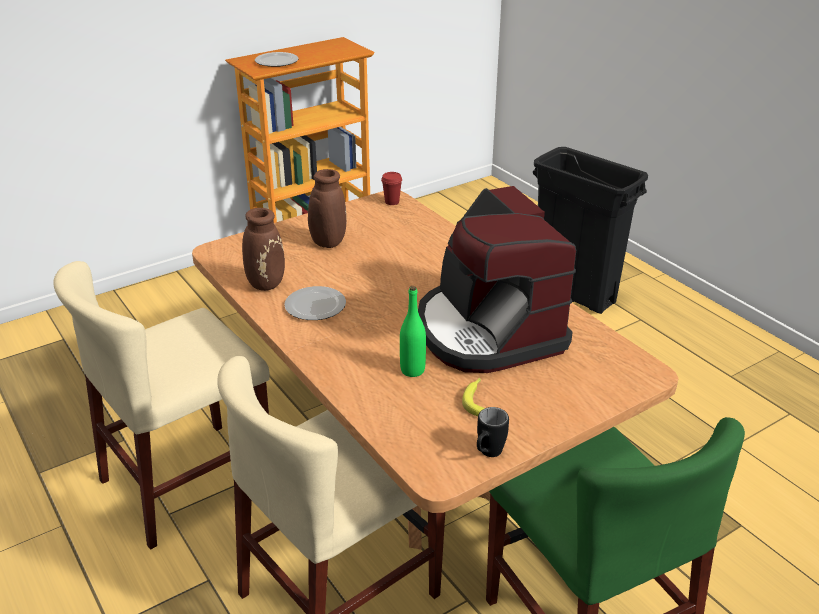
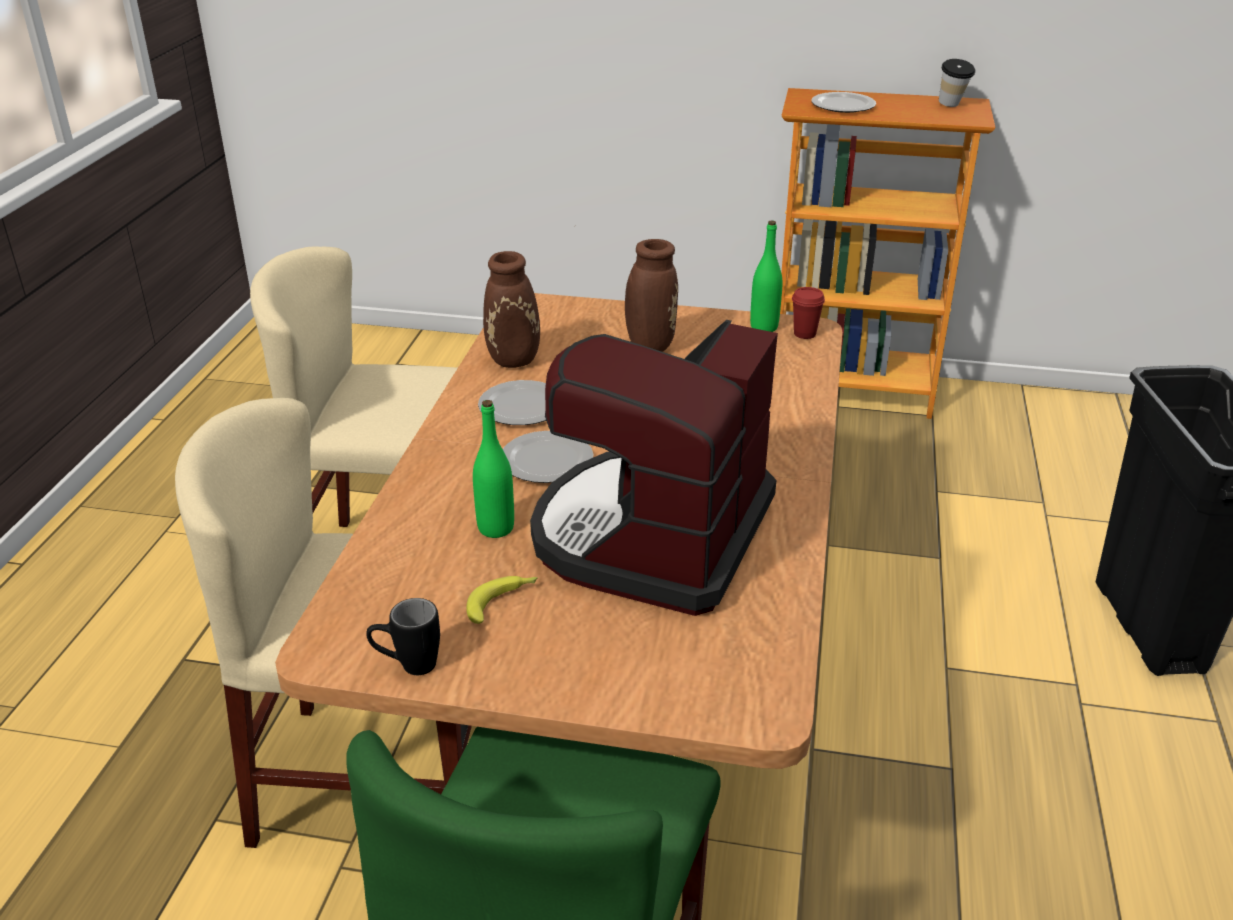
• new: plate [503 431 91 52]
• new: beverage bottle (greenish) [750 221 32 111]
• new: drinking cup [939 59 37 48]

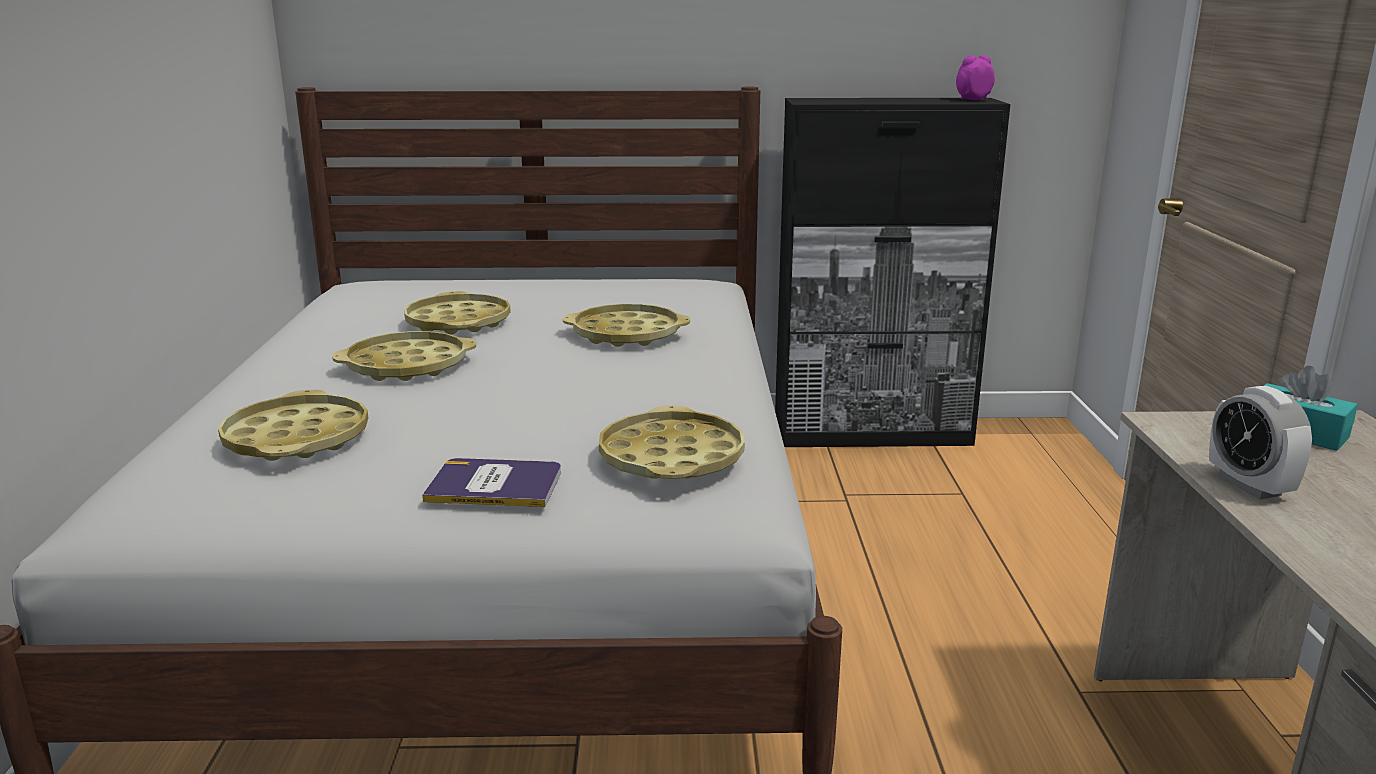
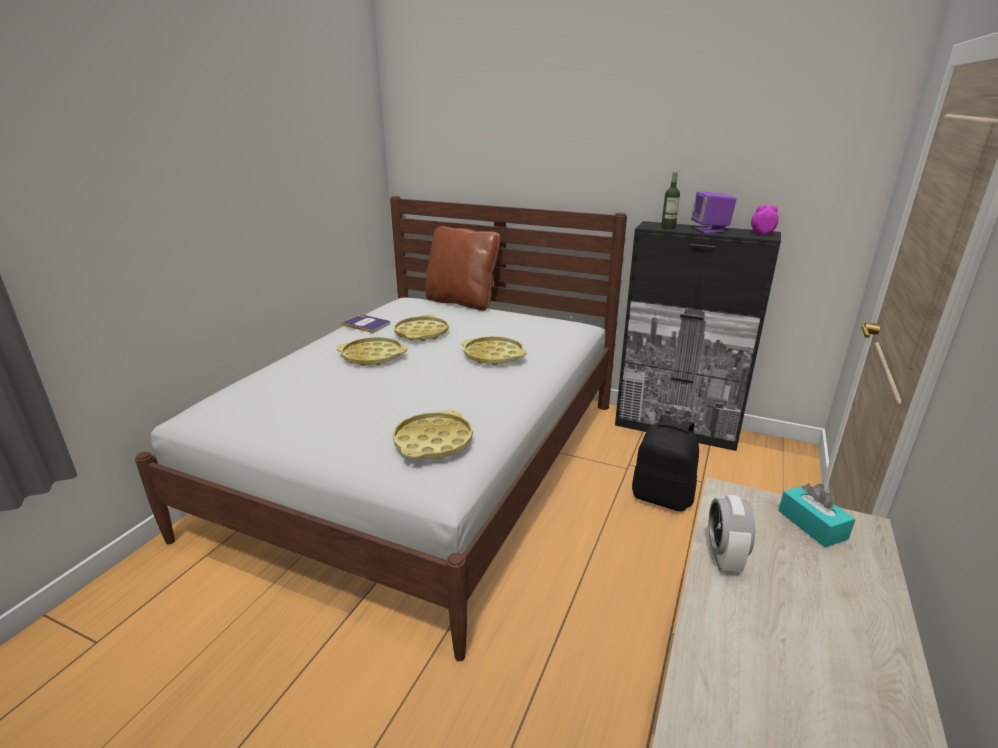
• shifted: book [422 458 139 49] to [341 315 49 18]
• new: throw pillow (brown-coloured) [426 226 74 85]
• new: rucksack (black-coloured) [632 415 67 96]
• new: beverage bottle [661 171 19 58]
• new: loudspeaker (purple) [691 191 45 42]
• gone: serving tray (yellowish) [218 390 150 71]

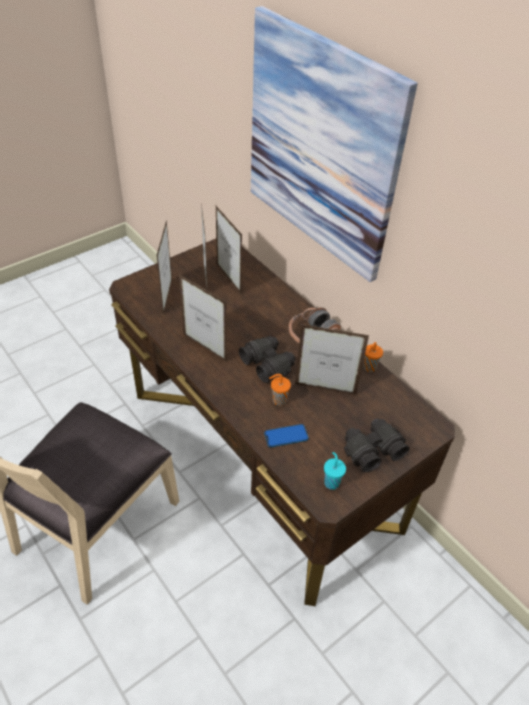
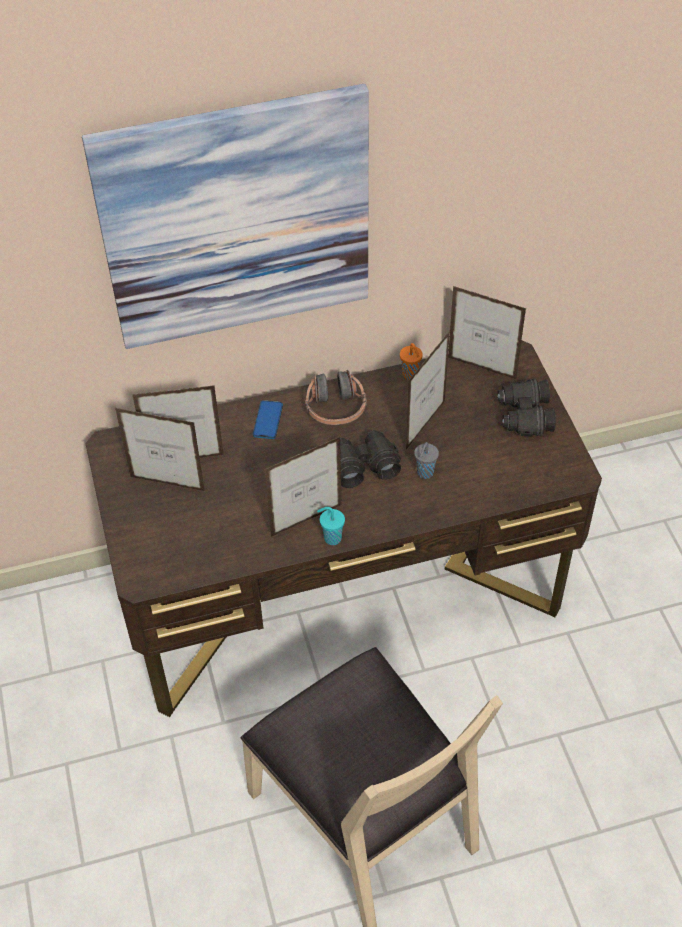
• shifted: handset [264 424 45 24] to [253 400 30 39]
• shifted: drinking cup (turquoise) [324 452 22 38] to [317 507 28 38]
• repainted: drinking cup (orange-coloured) [269 374 22 32] to drinking cup (gray) [414 442 25 37]
• shifted: photo frame [157 219 15 95] to [448 286 78 94]

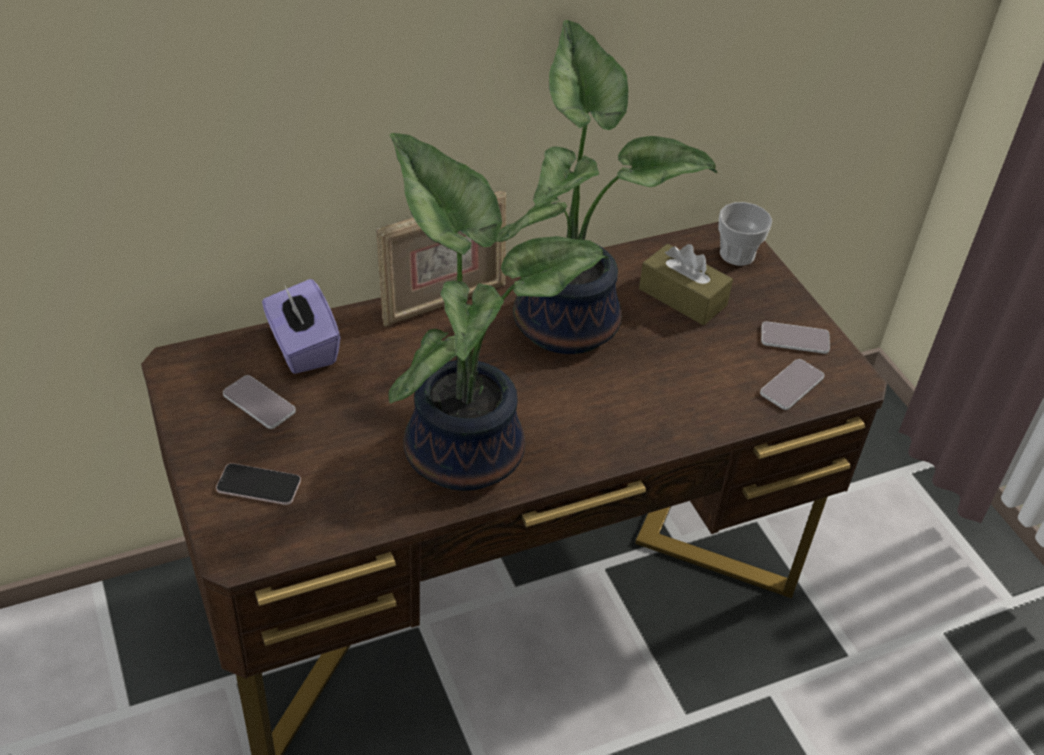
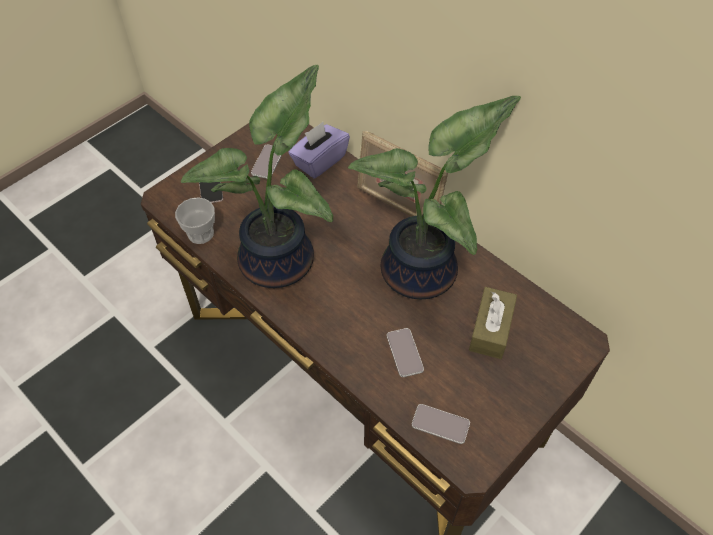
• shifted: drinking cup [718 202 54 64] to [175 197 40 47]
• shifted: handset [761 321 69 33] to [387 328 37 49]

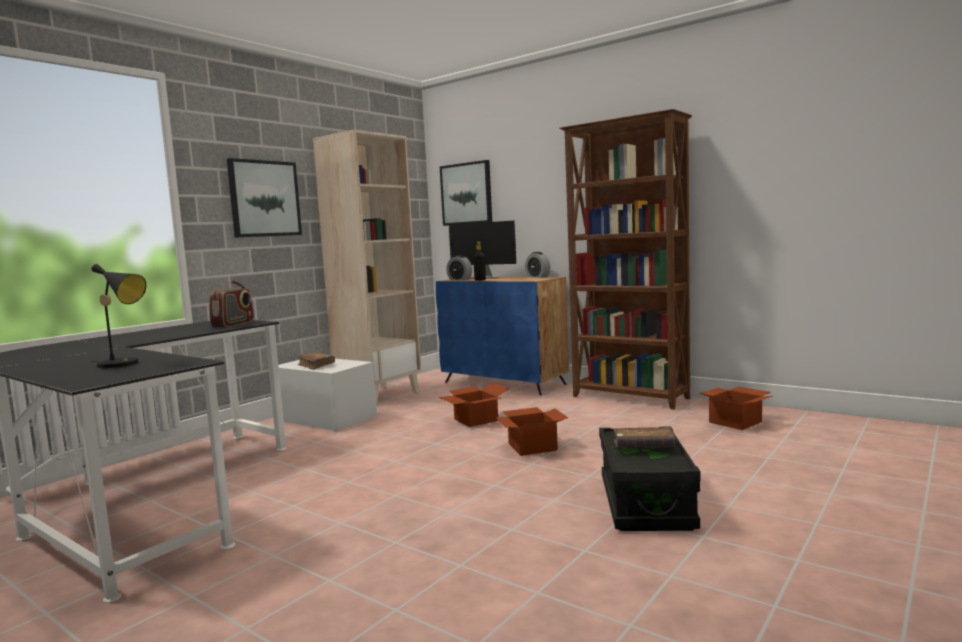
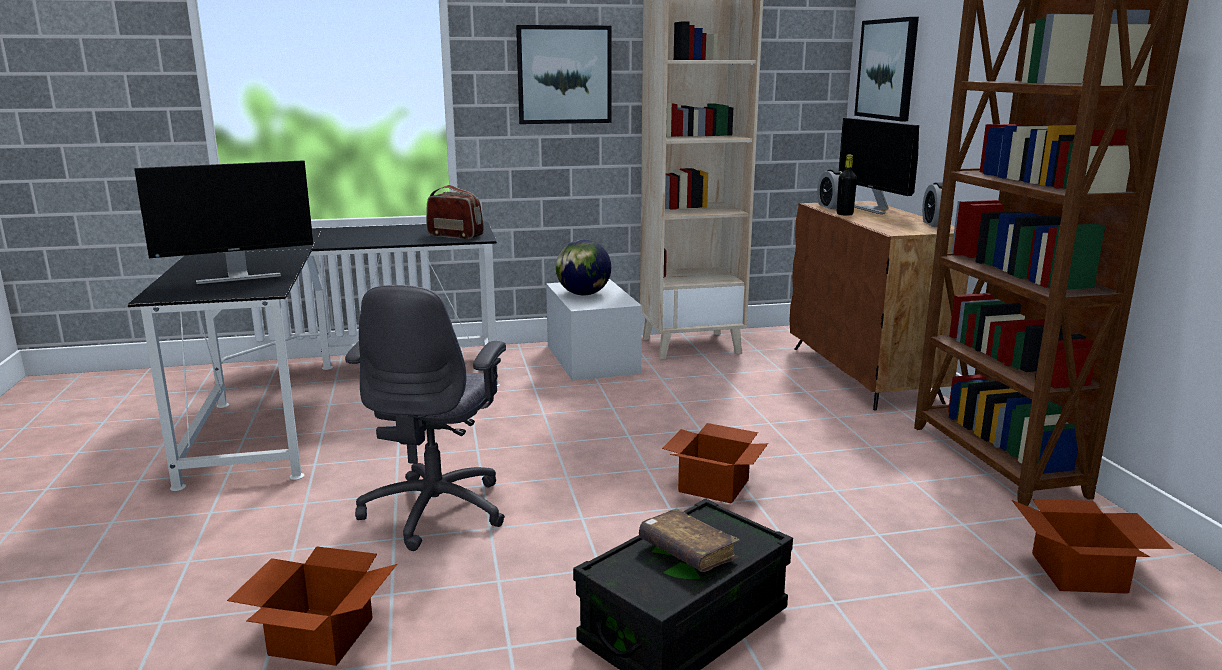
• swapped: tabletop lamp (black-coloured) [91 264 55 104] to monitor [134 160 180 125]
• shifted: carton [439 383 71 44] to [227 546 170 120]
• new: desk chair (gray) [345 285 161 266]
• rotated: radio receiver [209 281 45 46] = [426 185 58 54] 120 degrees counterclockwise
• swapped: book (brown-coloured) [297 352 38 18] to globe [556 240 55 55]
• repainted: cabinet (bluish) [436 277 133 118] to cabinet (brown-coloured) [790 201 179 210]

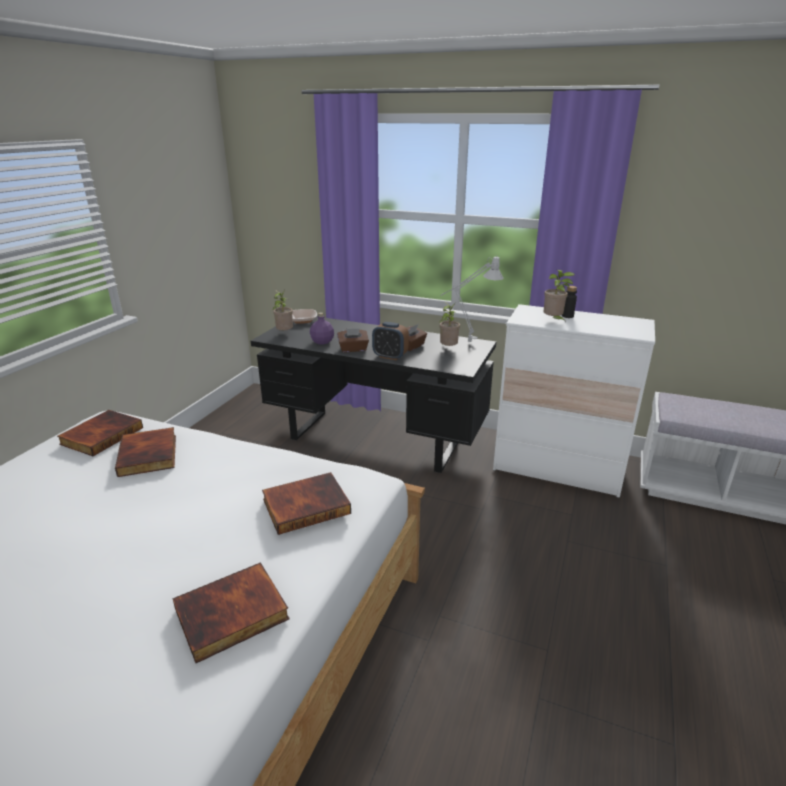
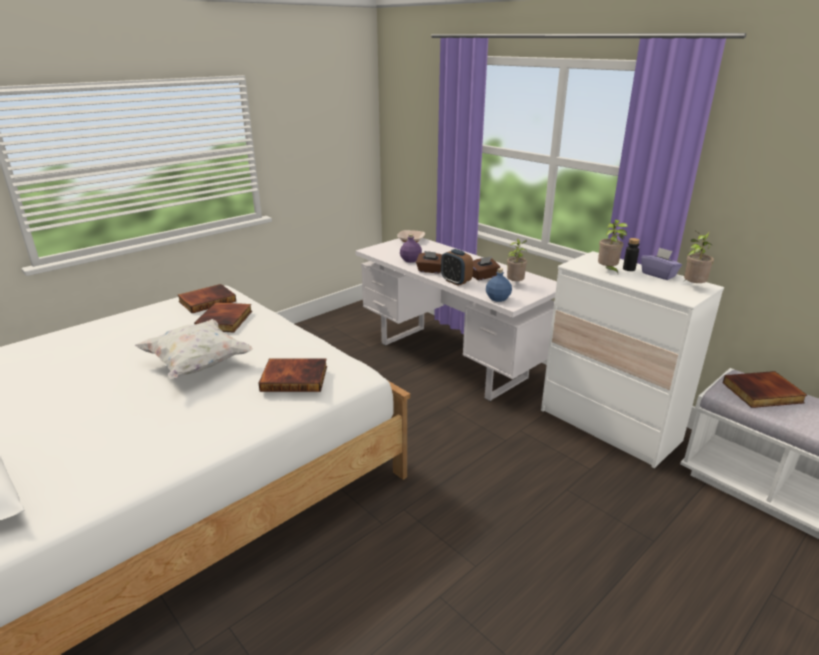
• new: throw pillow (white-coloured) [134 319 119 60]
• repainted: desk (black-coloured) [251 317 245 156] to desk (white-coloured) [356 238 201 163]
• new: beverage bottle (bluish) [486 268 26 34]
• new: box of tissues (purple) [641 247 41 33]
• shifted: potted plant [273 290 20 41] to [683 231 31 52]
• shifted: book [173 562 117 101] to [723 371 84 37]
• gone: tabletop lamp (gray) [440 256 63 86]

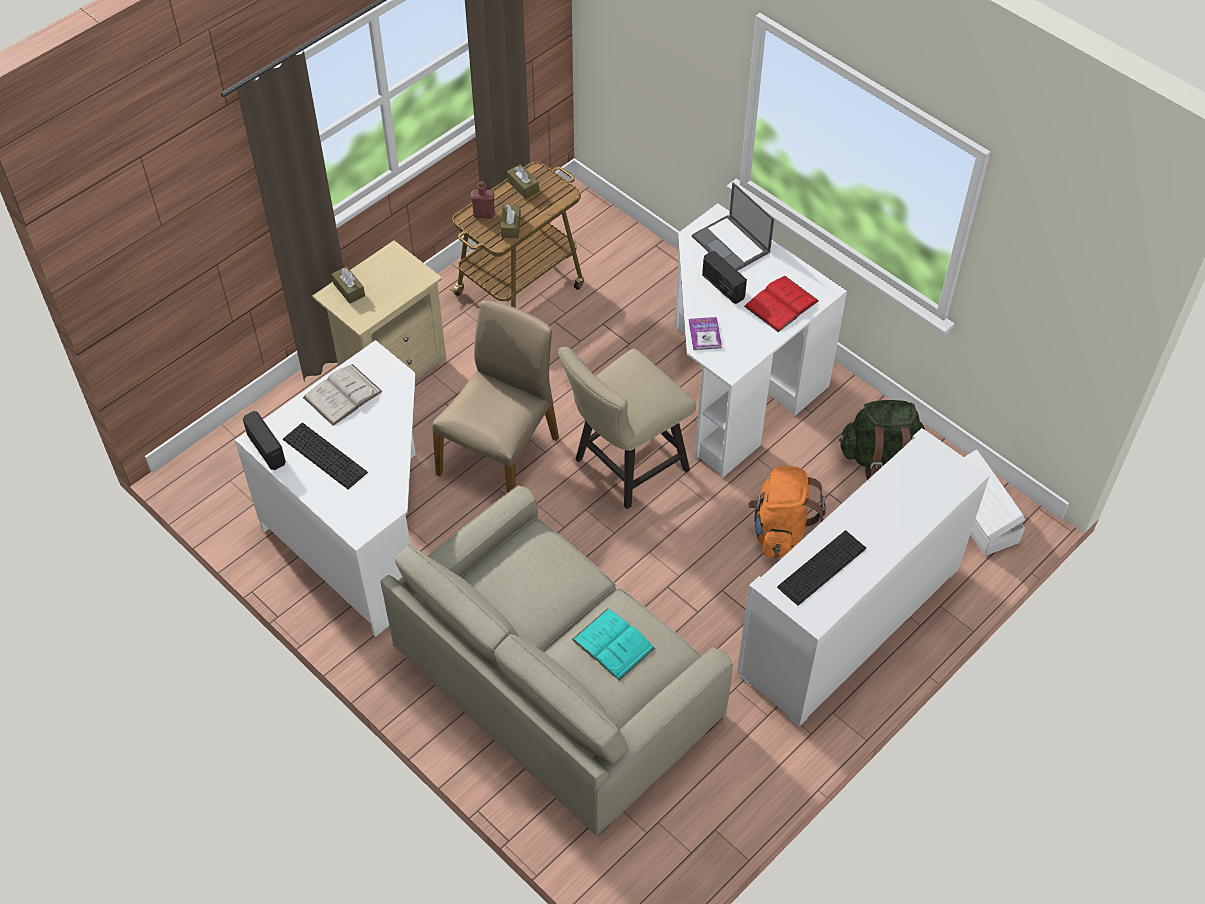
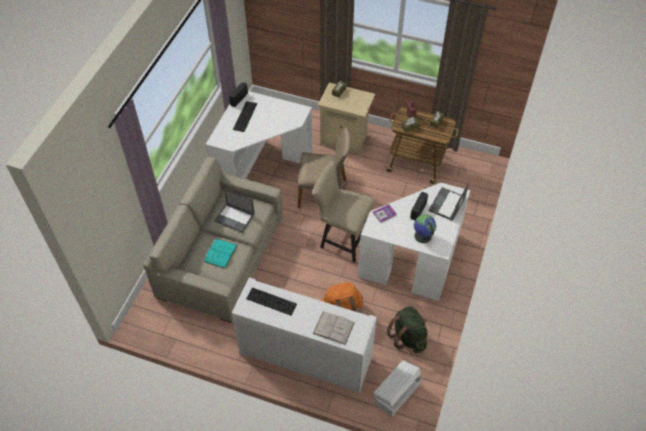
• new: notebook computer [214 189 41 44]
• shifted: book (white-coloured) [303 364 80 62] to [313 312 42 33]
• swapped: book (red) [744 276 75 56] to globe [414 214 22 29]

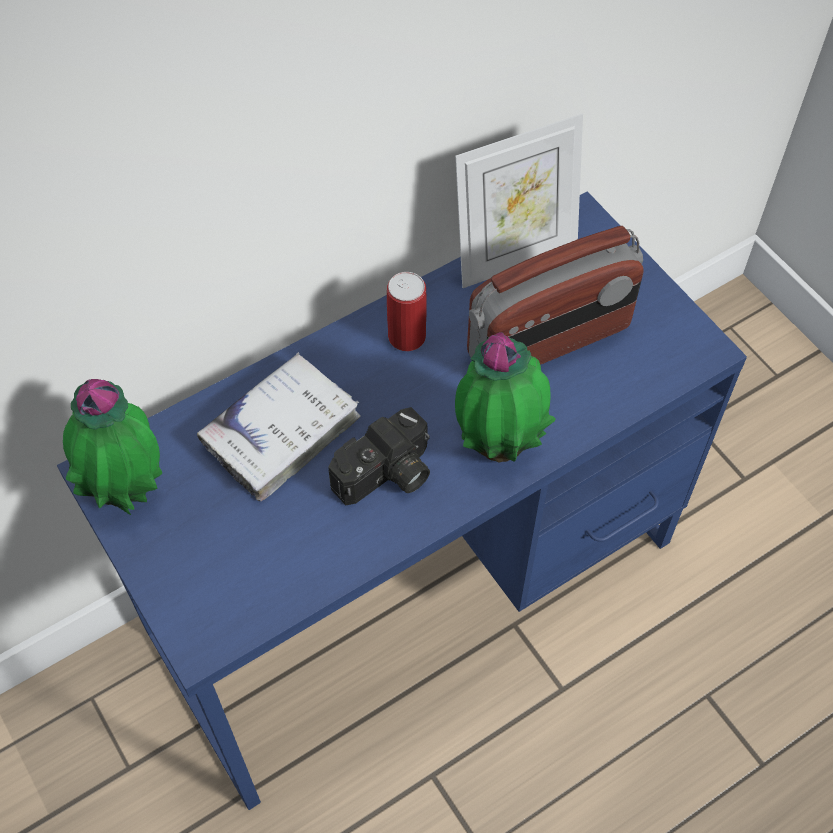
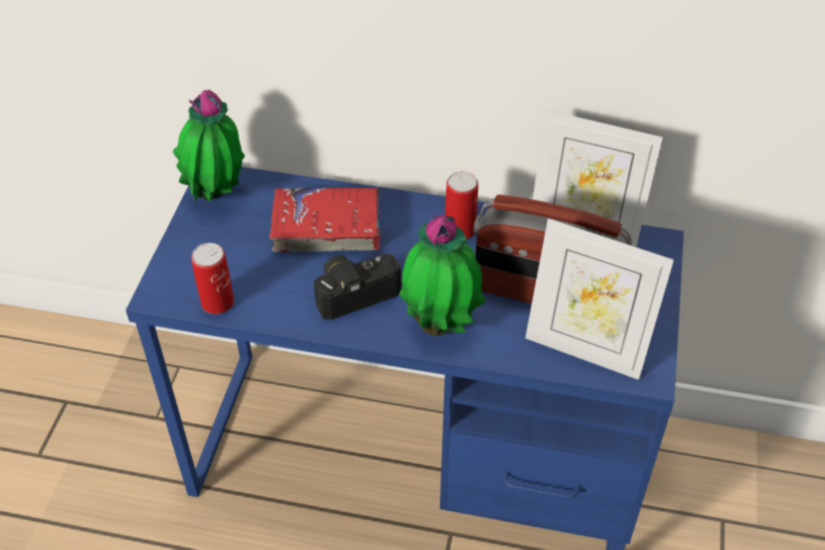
• new: can [191 243 43 71]
• repainted: book (white-coloured) [197 352 164 149] to book (red) [269 187 112 65]
• rotated: photo camera [328 407 102 98] = [314 254 87 65] 150 degrees clockwise
• new: photo frame [525 218 149 162]

